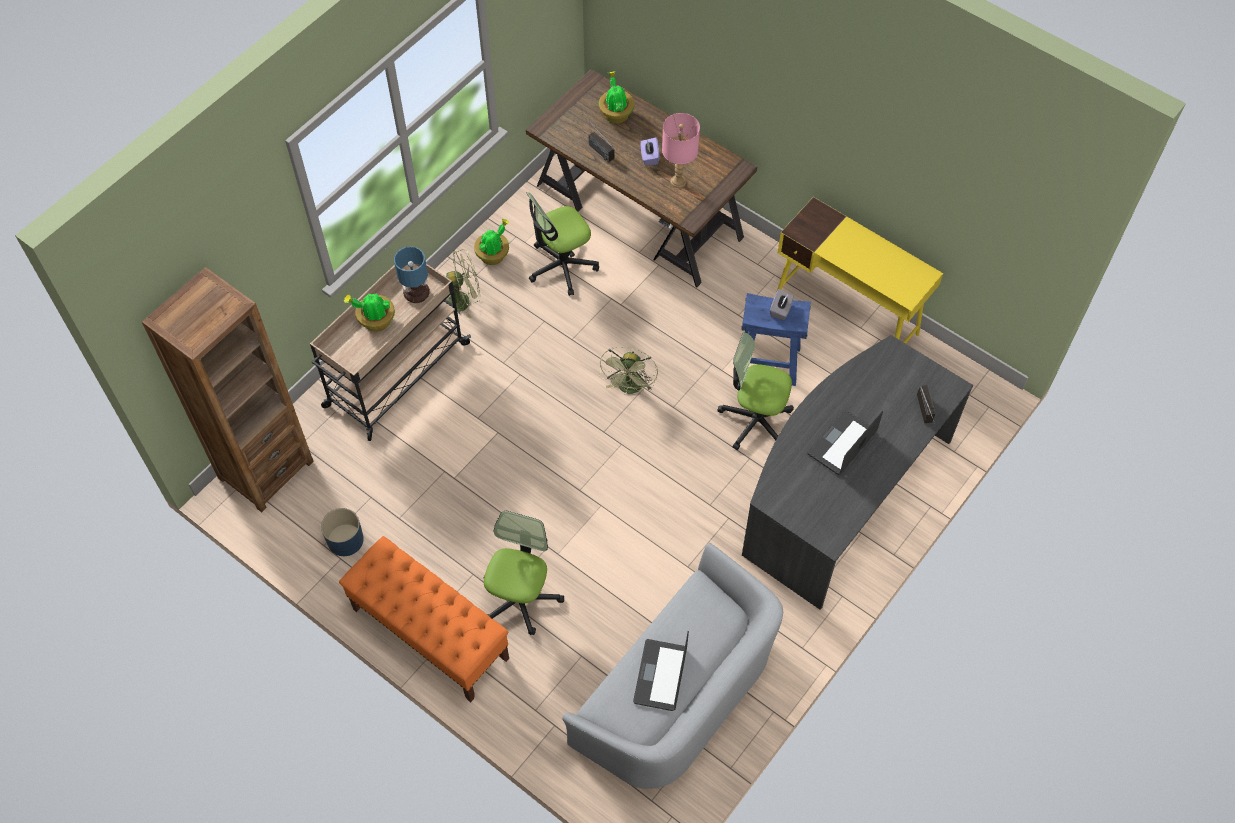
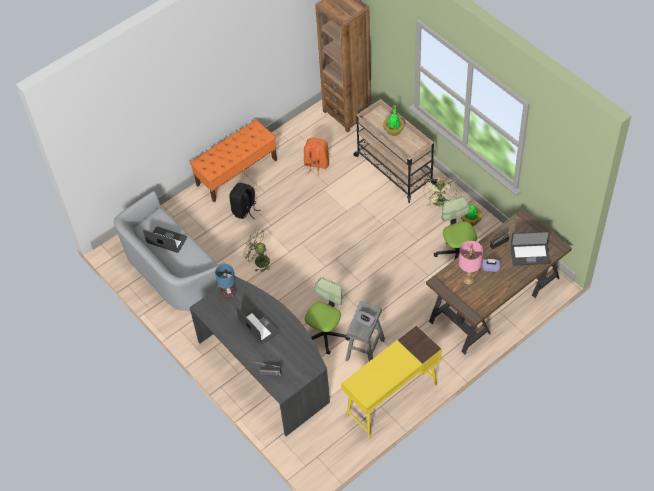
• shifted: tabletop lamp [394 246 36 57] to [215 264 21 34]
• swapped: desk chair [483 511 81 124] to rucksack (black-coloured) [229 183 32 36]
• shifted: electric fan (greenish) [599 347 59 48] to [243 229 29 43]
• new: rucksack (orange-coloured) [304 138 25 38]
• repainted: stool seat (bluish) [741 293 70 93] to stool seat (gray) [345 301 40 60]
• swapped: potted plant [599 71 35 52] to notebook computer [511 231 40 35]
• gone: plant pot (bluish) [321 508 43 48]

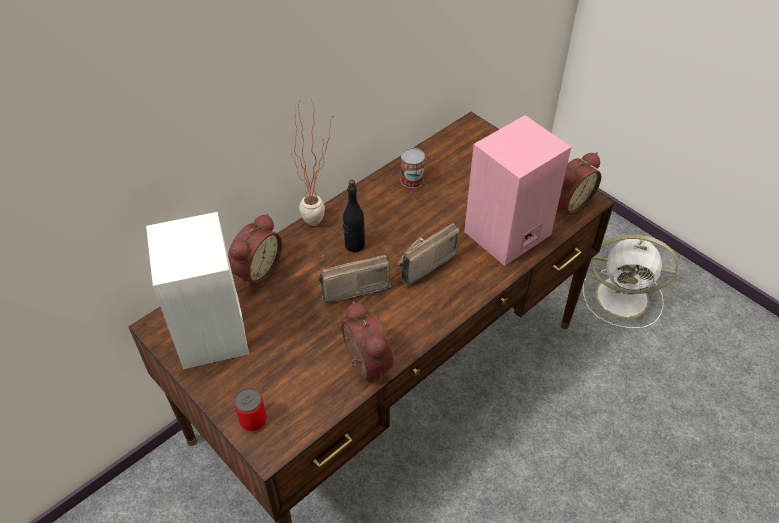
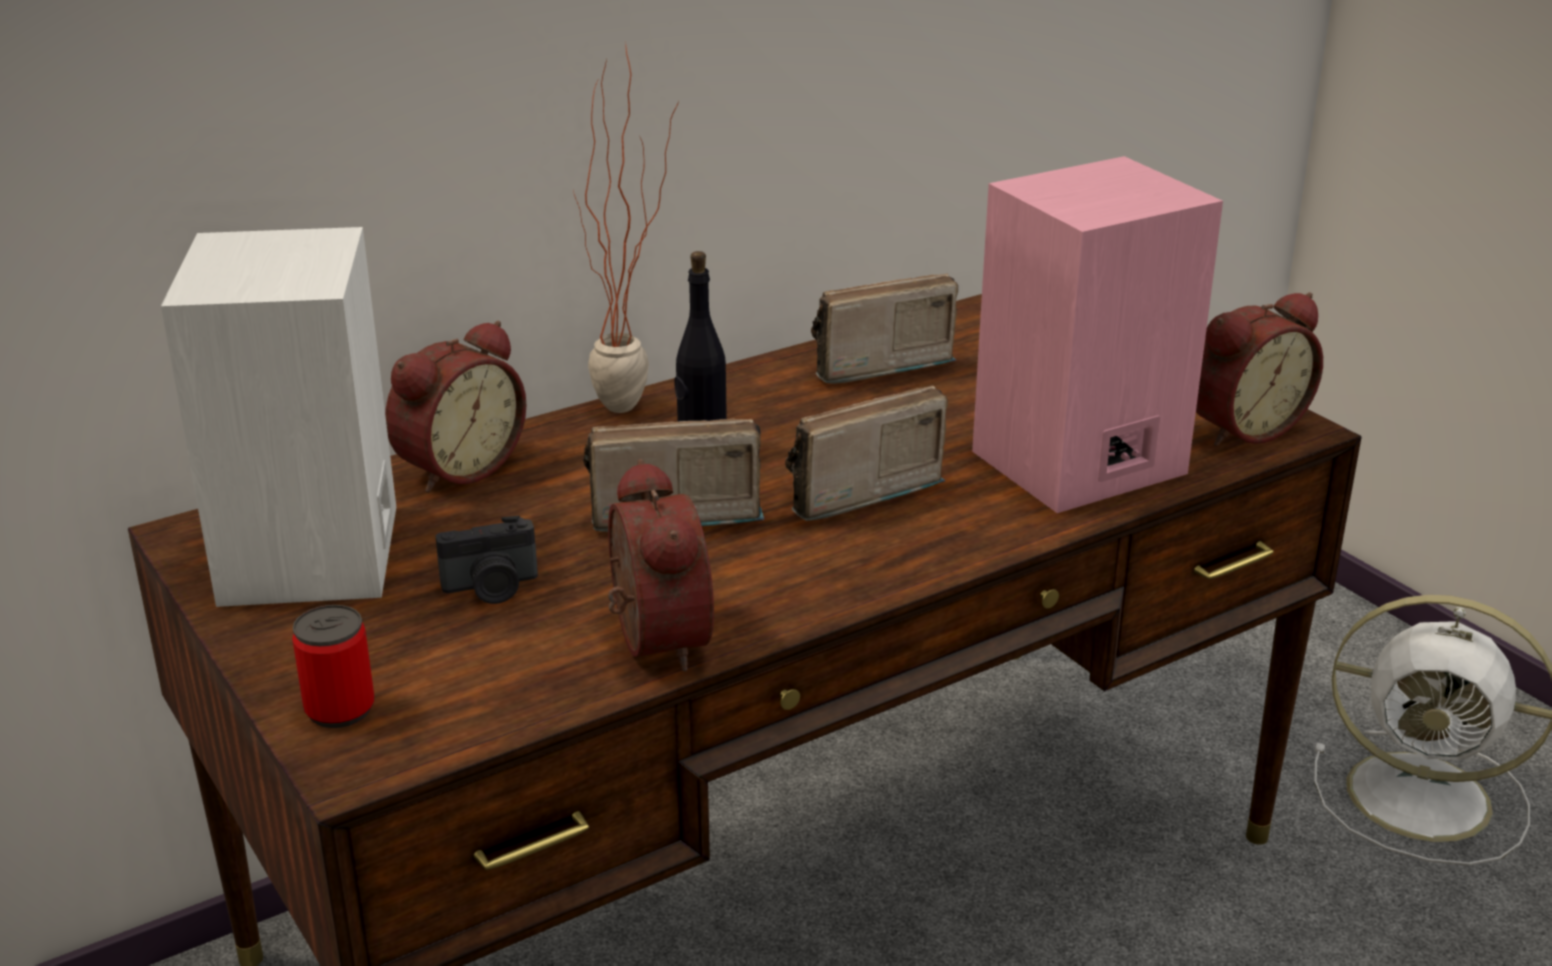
• new: photo camera [435 516 103 88]
• swapped: can [401 148 24 40] to radio receiver [811 274 147 110]

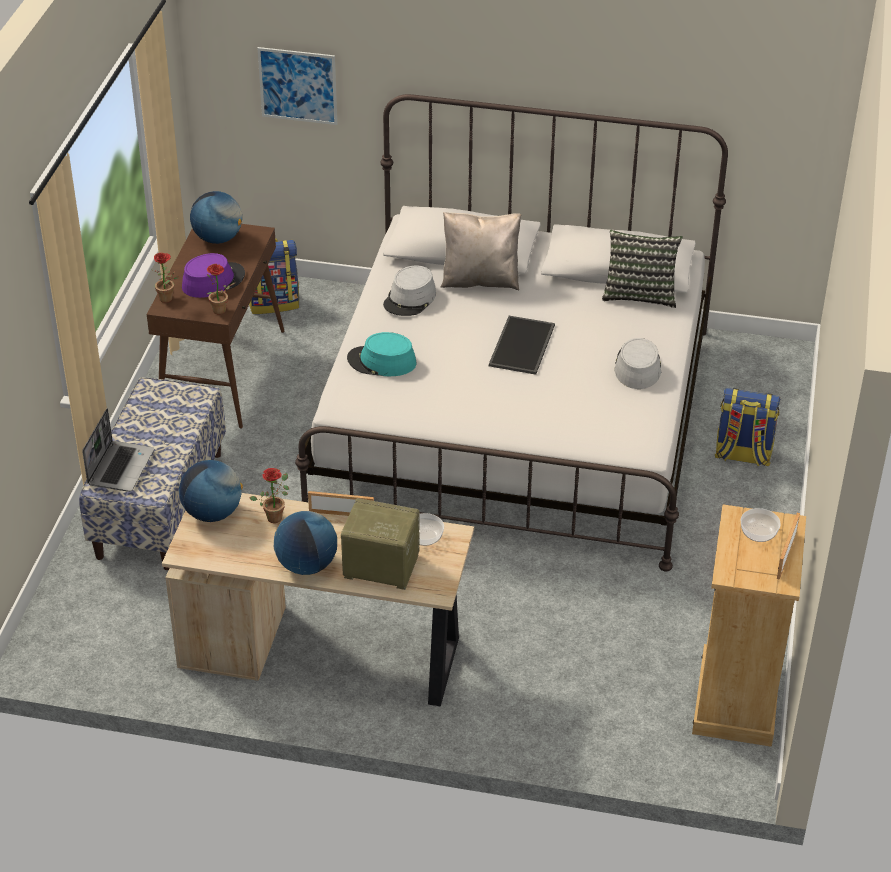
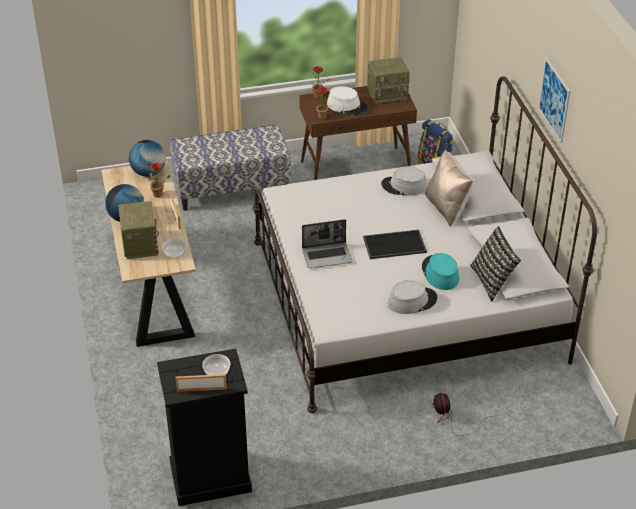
• repainted: dresser (beige) [692 505 114 242] to dresser (black-coloured) [157 349 95 157]
• shifted: notebook computer [82 408 72 84] to [302 219 51 49]
• repainted: wearable hat (purple) [182 253 63 45] to wearable hat (white-coloured) [327 86 41 29]
• swapped: globe [190 191 52 53] to radio receiver [367 57 43 47]
• shifted: wearable hat (turquoise) [347 332 70 44] to [422 253 37 37]
• swapped: rucksack [715 388 66 78] to electric fan [432 393 60 43]
• shifted: wall picture [258 47 79 78] to [538 58 32 85]

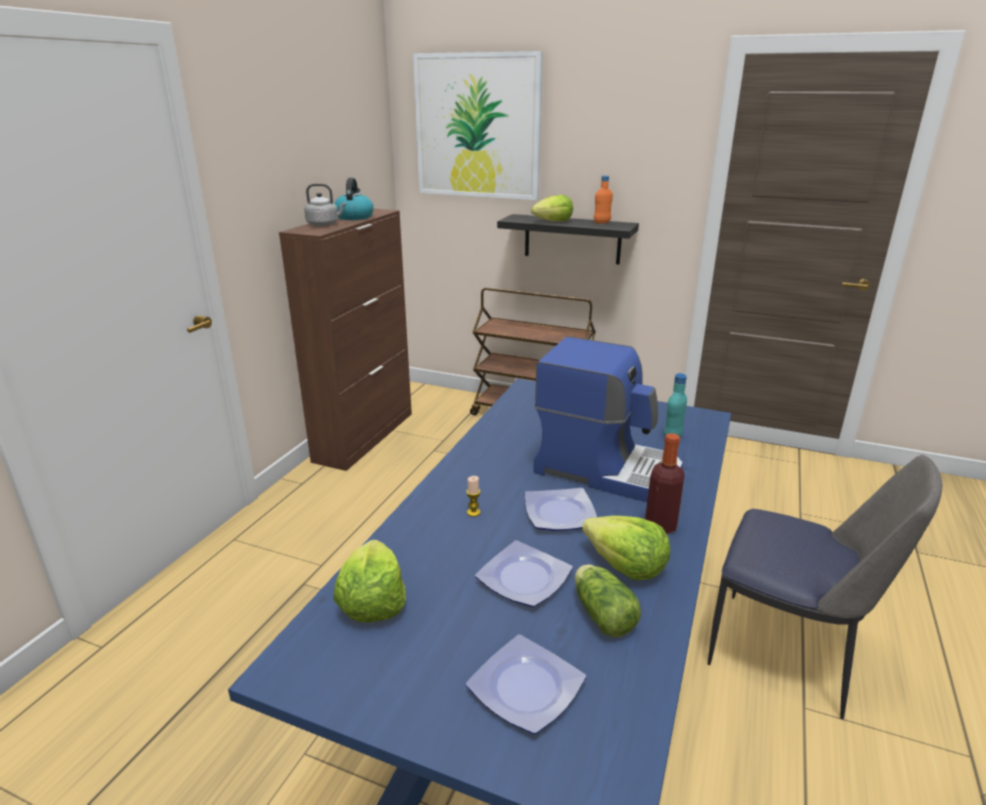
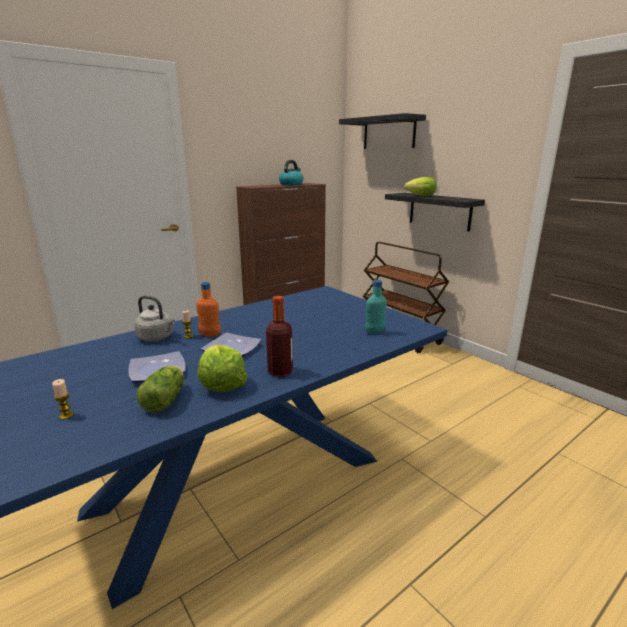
• swapped: plate [466 634 120 100] to wax light [52 379 22 41]
• shifted: kettle (gray) [304 183 42 43] to [134 296 41 46]
• shifted: beverage bottle (orange-coloured) [594 175 19 48] to [196 282 25 55]
• swapped: wall picture [413 51 130 149] to bracket shelf (black-coloured) [339 113 87 36]
• gone: lettuce head [333 540 73 82]
• gone: coffee machine [533 336 150 166]
• gone: plain chair [708 455 234 264]

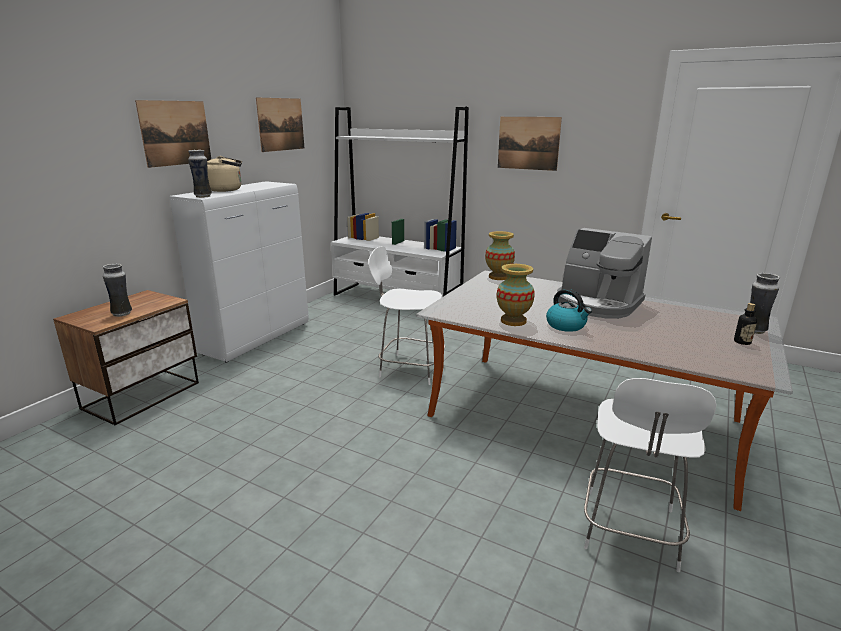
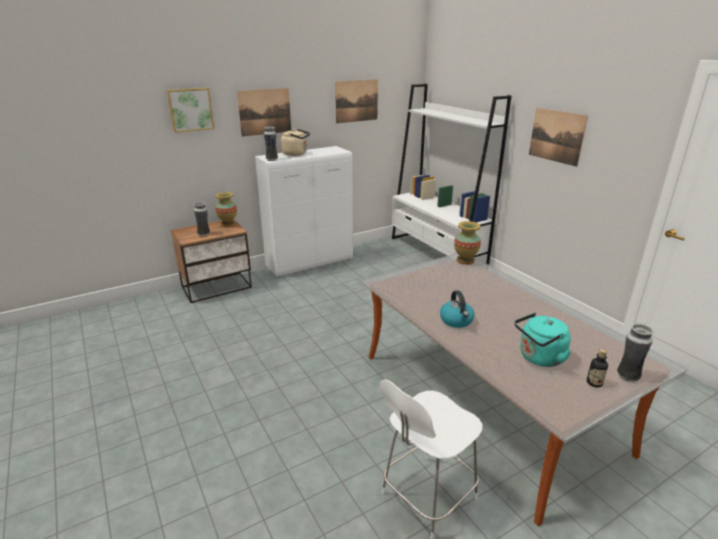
• new: wall picture [167 88 47 45]
• shifted: vase [497 264 38 62] to [215 192 22 35]
• new: kettle (turquoise) [514 313 58 54]
• gone: plain chair (white-coloured) [368 246 77 139]
• gone: coffee machine [557 228 95 91]

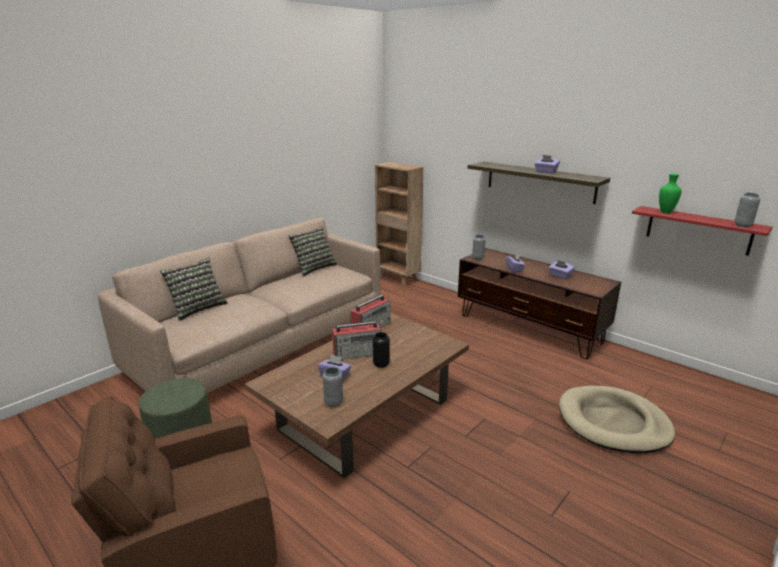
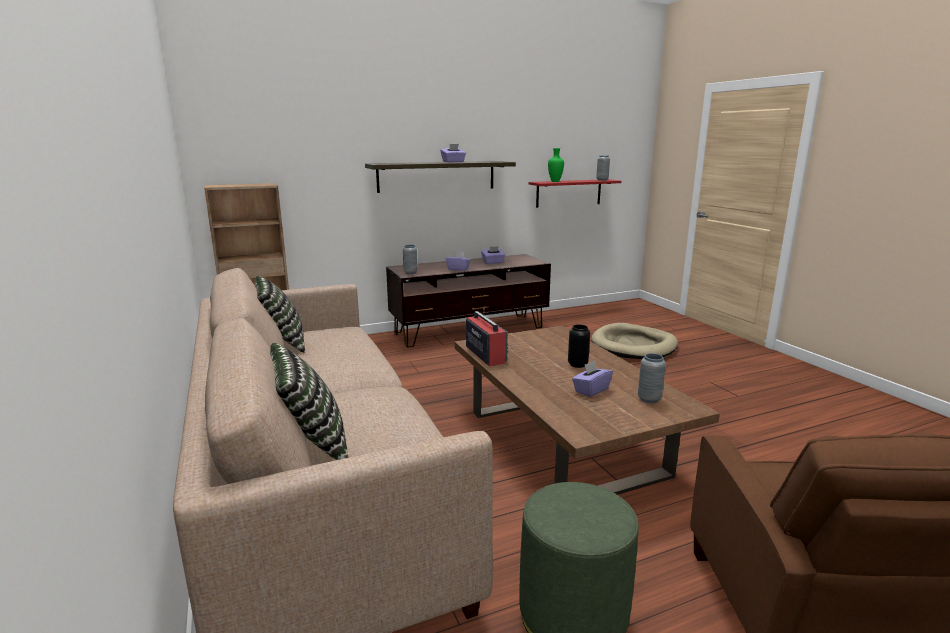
• gone: radio receiver [332 321 49 39]

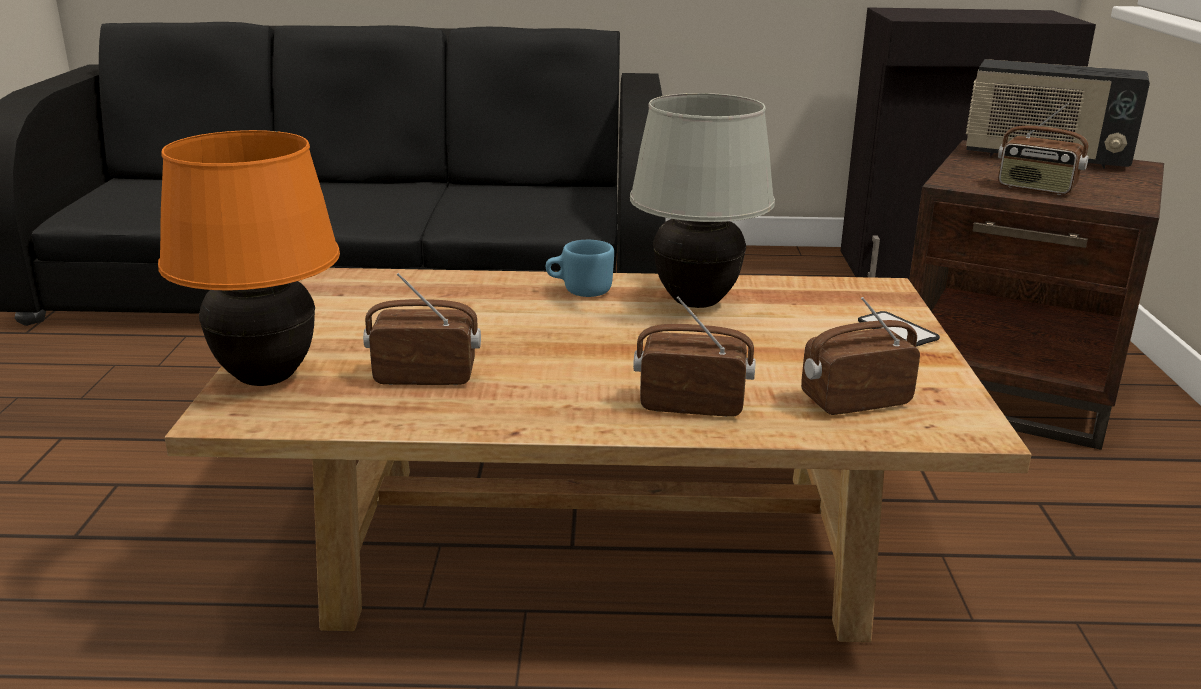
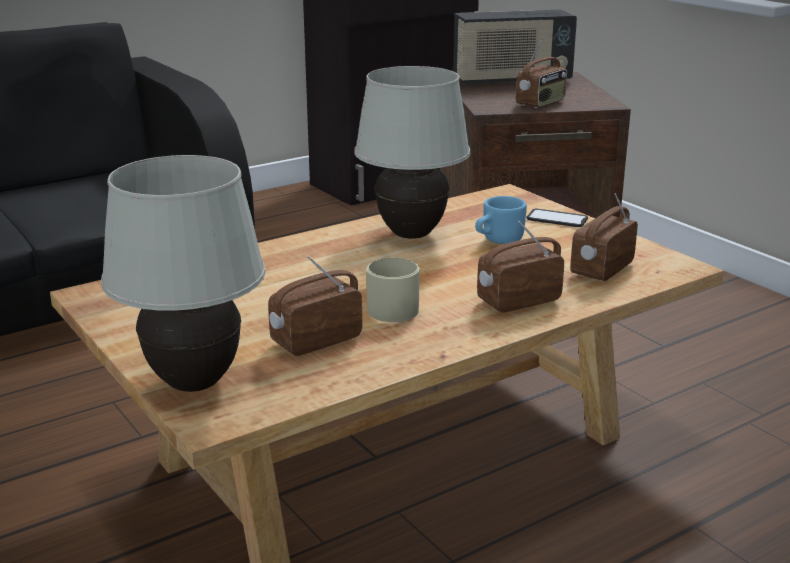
• repainted: tabletop lamp (orange-coloured) [158 130 182 256] to tabletop lamp (white-coloured) [101 155 165 237]
• new: tea mug (beige) [366 258 54 64]
• shifted: tea mug (bluish) [546 240 68 57] to [475 196 52 48]
• rotated: radio receiver [998 103 90 92] = [516 38 51 70] 45 degrees counterclockwise

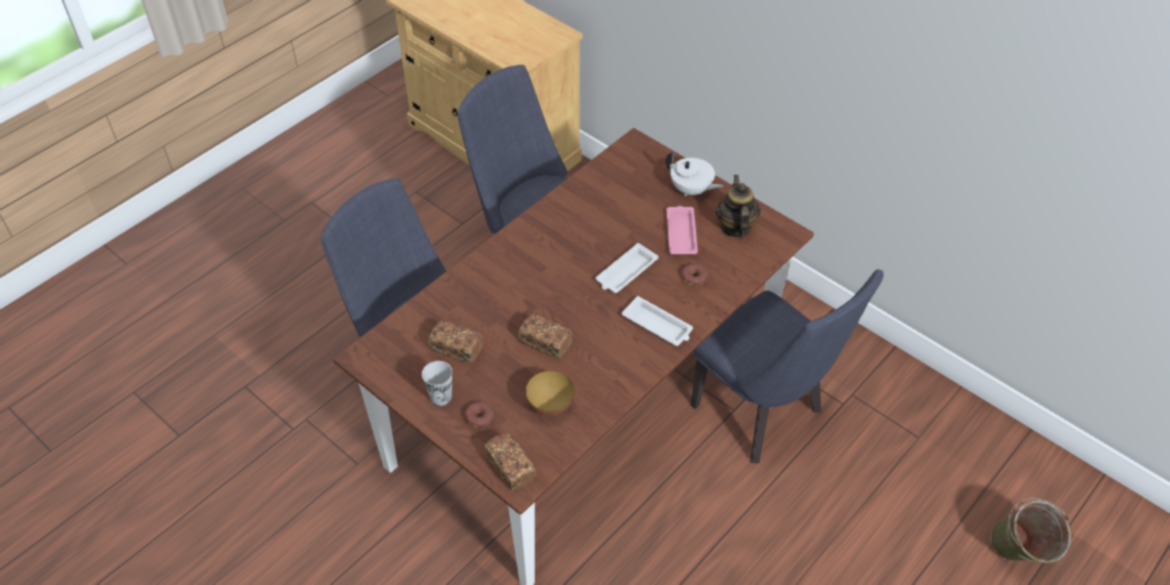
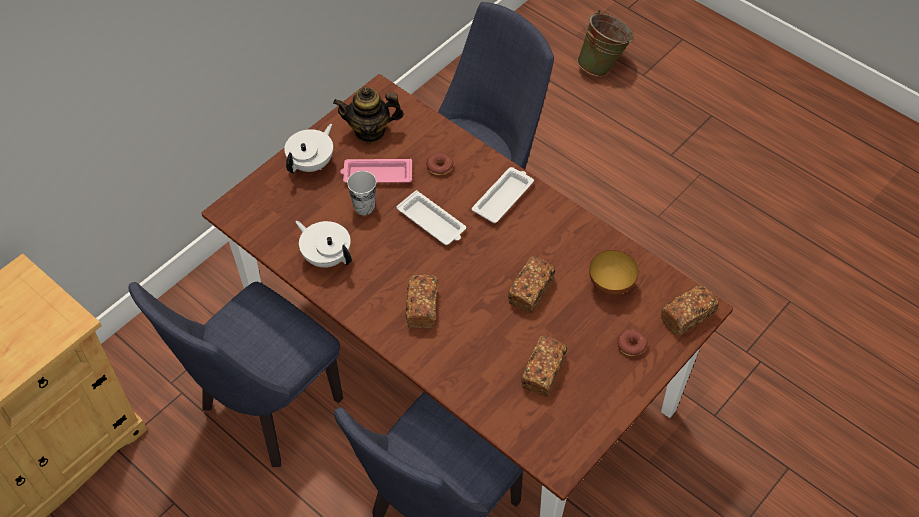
• new: tea pot (white-coloured) [295 221 57 47]
• shifted: drinking cup [422 361 31 45] to [347 171 30 44]
• new: baked bread [406 274 31 55]

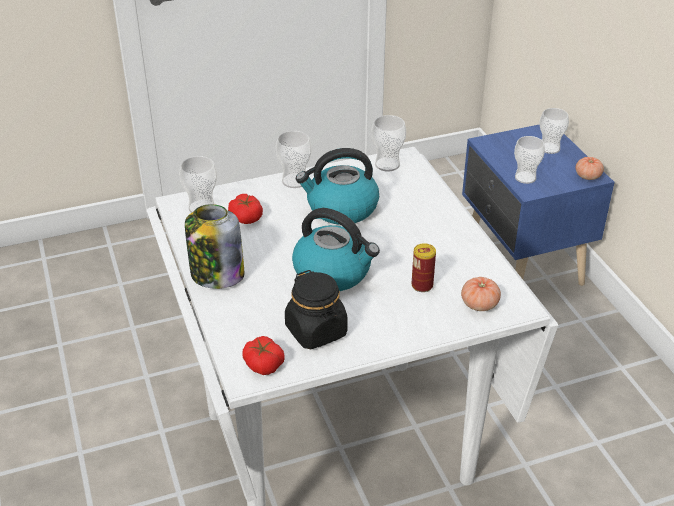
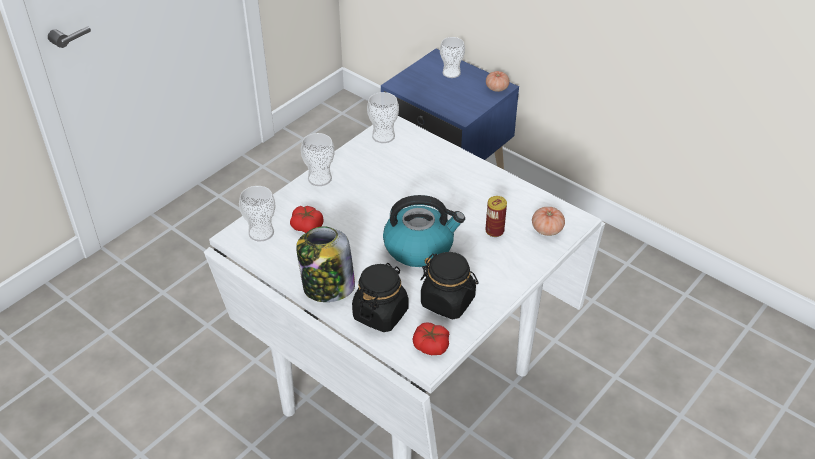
• new: storage jar (black-coloured) [352 263 56 69]
• gone: kettle [296 148 83 77]
• gone: drinking cup [514 136 31 48]

